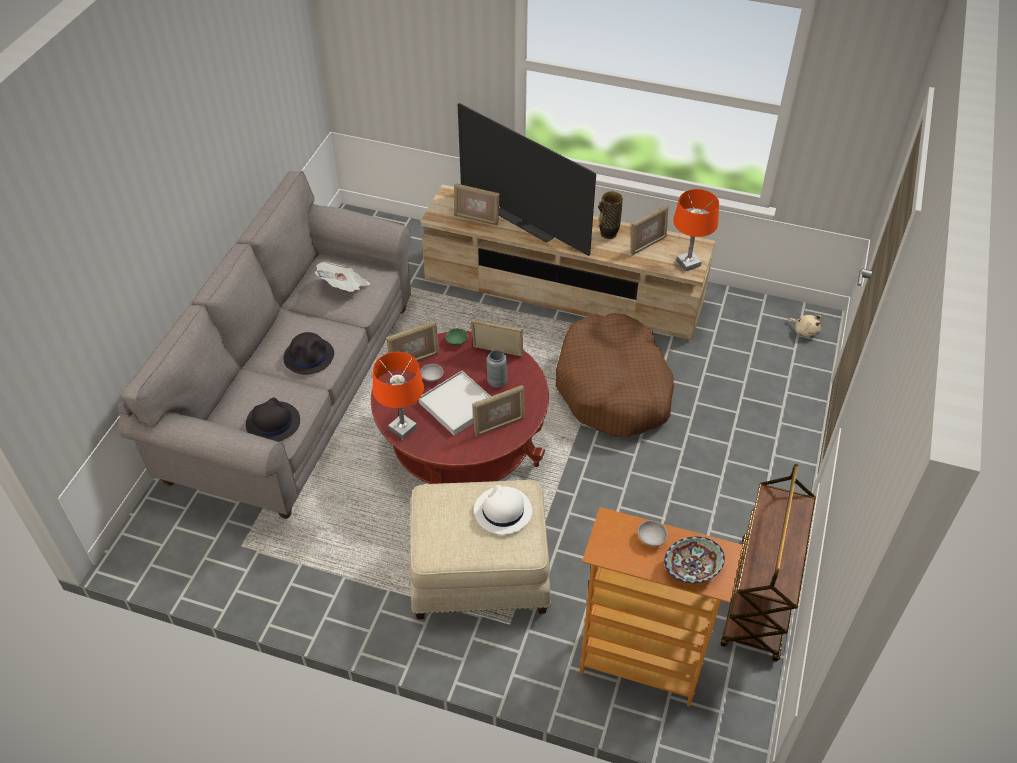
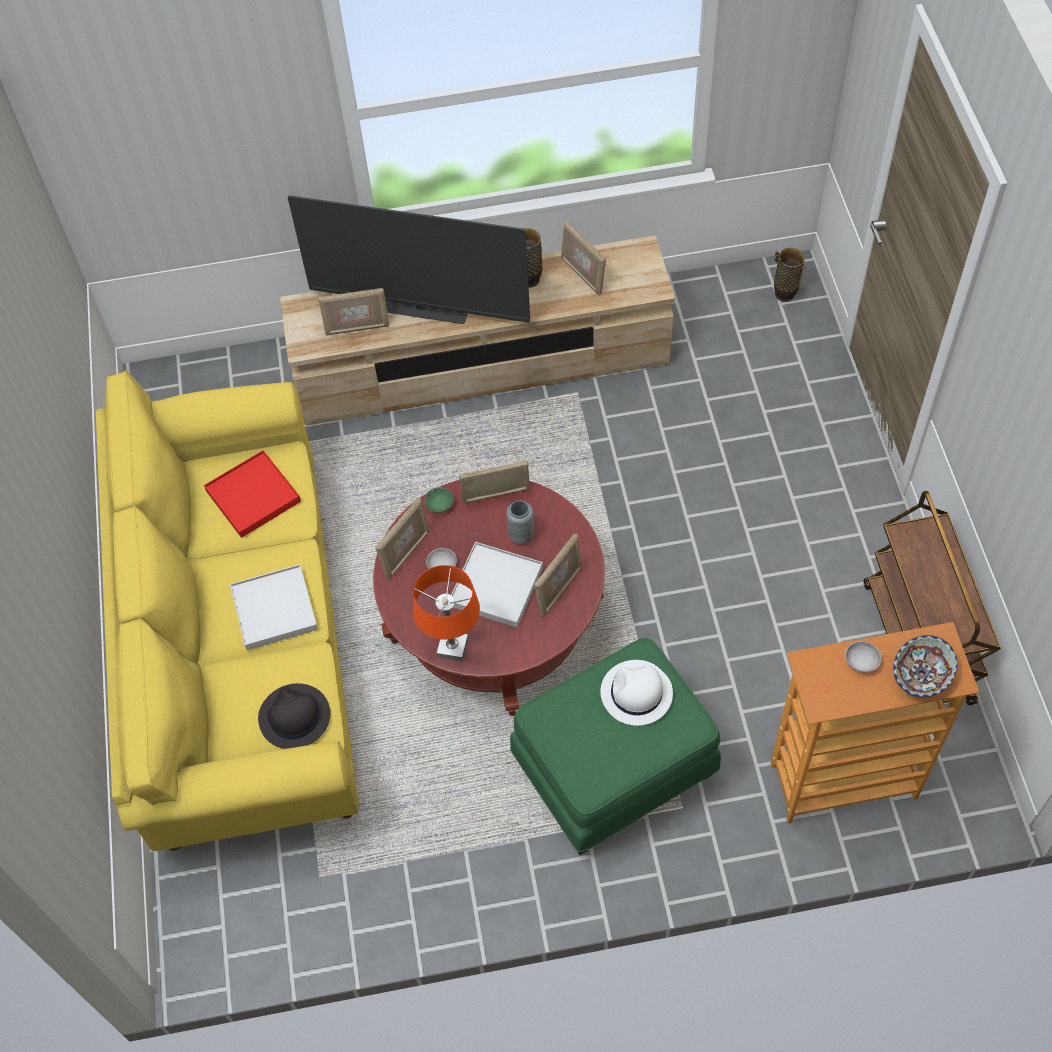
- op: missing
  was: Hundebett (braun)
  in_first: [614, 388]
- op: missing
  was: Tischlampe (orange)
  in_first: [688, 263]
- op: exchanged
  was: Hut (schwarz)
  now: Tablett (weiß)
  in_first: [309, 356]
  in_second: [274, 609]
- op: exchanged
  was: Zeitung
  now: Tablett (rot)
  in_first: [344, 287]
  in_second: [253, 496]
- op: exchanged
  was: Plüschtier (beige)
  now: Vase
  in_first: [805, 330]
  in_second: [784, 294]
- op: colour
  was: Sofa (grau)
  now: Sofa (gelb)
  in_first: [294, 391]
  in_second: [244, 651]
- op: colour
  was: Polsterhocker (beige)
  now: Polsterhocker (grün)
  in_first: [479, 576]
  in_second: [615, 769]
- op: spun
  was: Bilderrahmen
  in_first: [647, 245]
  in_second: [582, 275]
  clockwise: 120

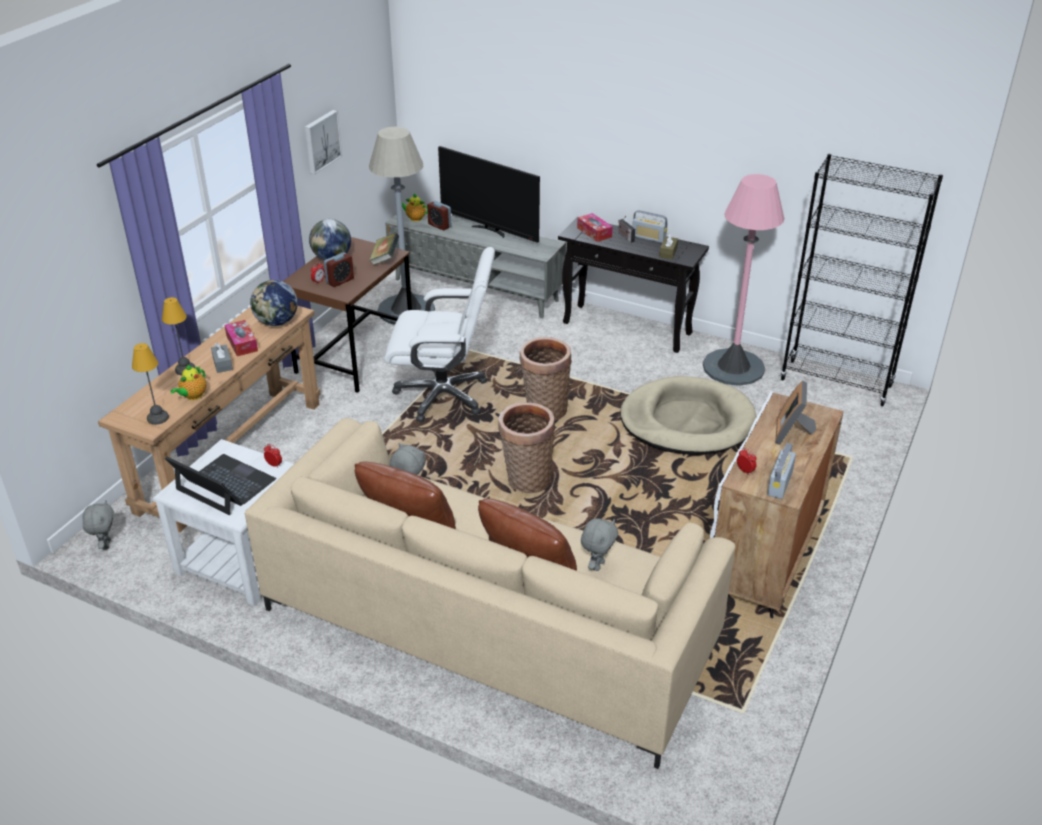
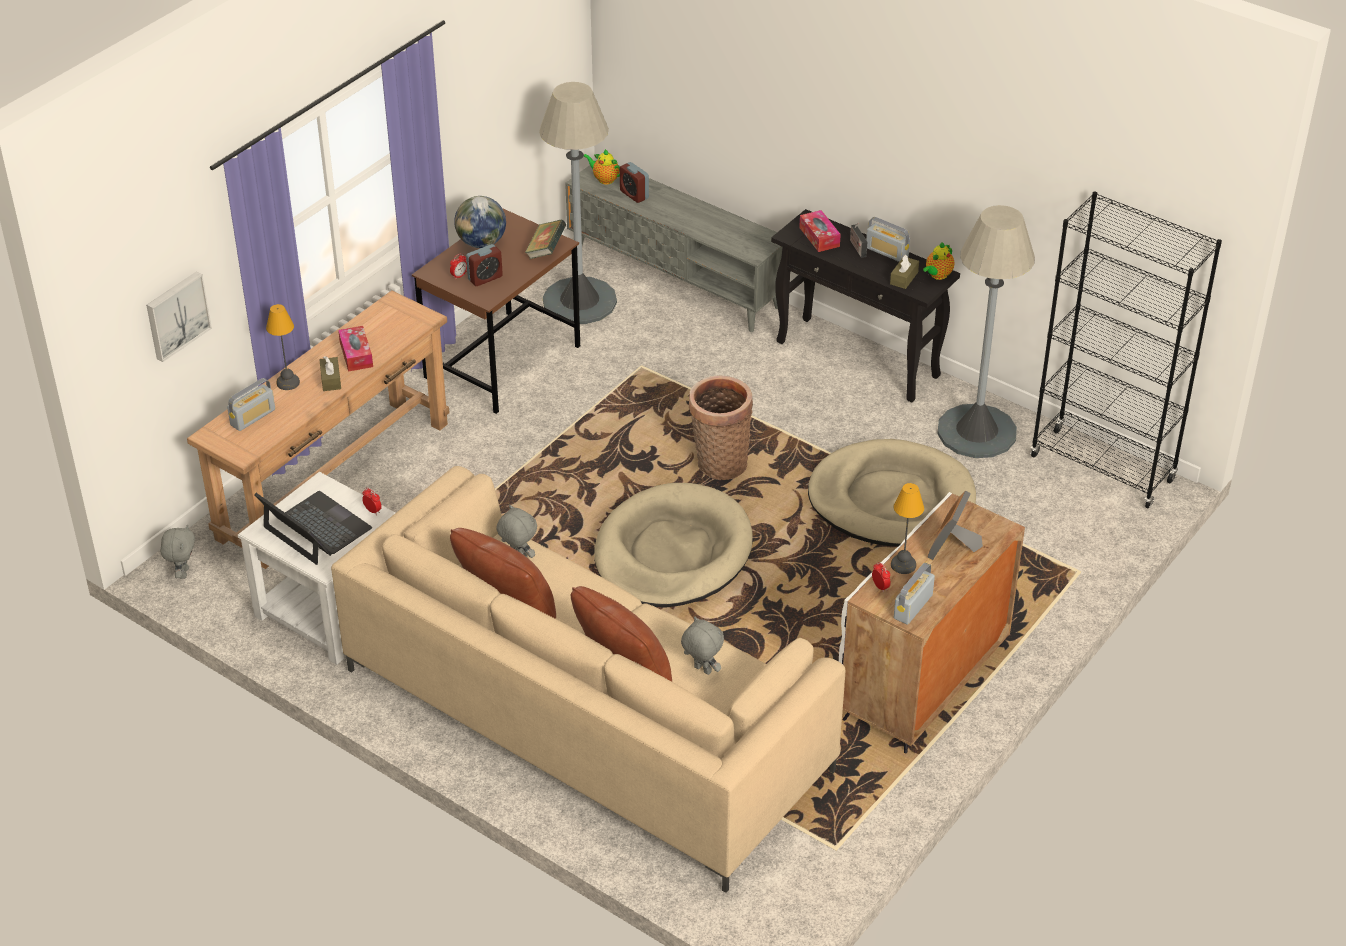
- op: missing
  was: Globus
  in_first: [277, 322]
- op: missing
  was: Bürostuhl (weiß)
  in_first: [443, 395]
- op: missing
  was: Fernseher
  in_first: [490, 230]
- op: appeared
  now: Radio
  in_second: [253, 417]
- op: relocated
  was: Tischlampe
  in_first: [158, 418]
  in_second: [903, 565]
- op: relocated
  was: Teekanne
  in_first: [193, 396]
  in_second: [937, 275]
- op: relocated
  was: Bild
  in_first: [321, 141]
  in_second: [176, 315]
- op: exchanged
  was: Korb
  now: Hundebett (beige)
  in_first: [526, 479]
  in_second: [672, 552]
- op: colour
  was: Taschentuchbox (grau)
  now: Taschentuchbox (braun)
  in_first: [222, 364]
  in_second: [331, 379]
- op: colour
  was: Stehlampe (rosa)
  now: Stehlampe (grau)
  in_first: [733, 367]
  in_second: [977, 432]
- op: spun
  was: Plüschtier (grau)
  in_first: [597, 565]
  in_second: [701, 670]
  clockwise: -90

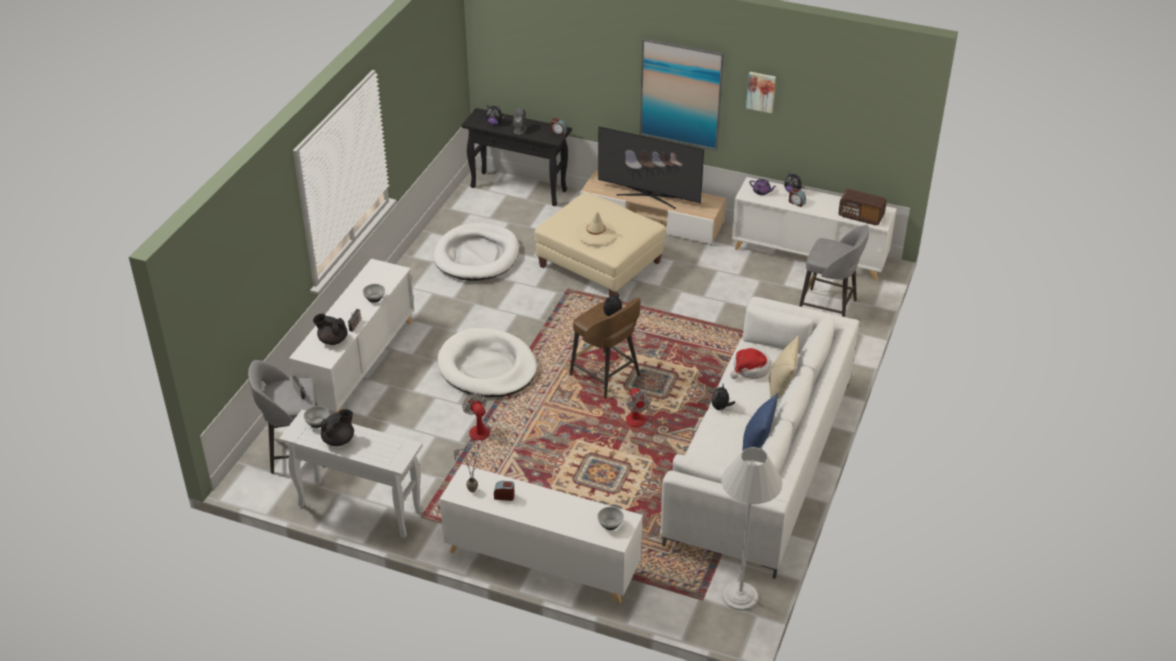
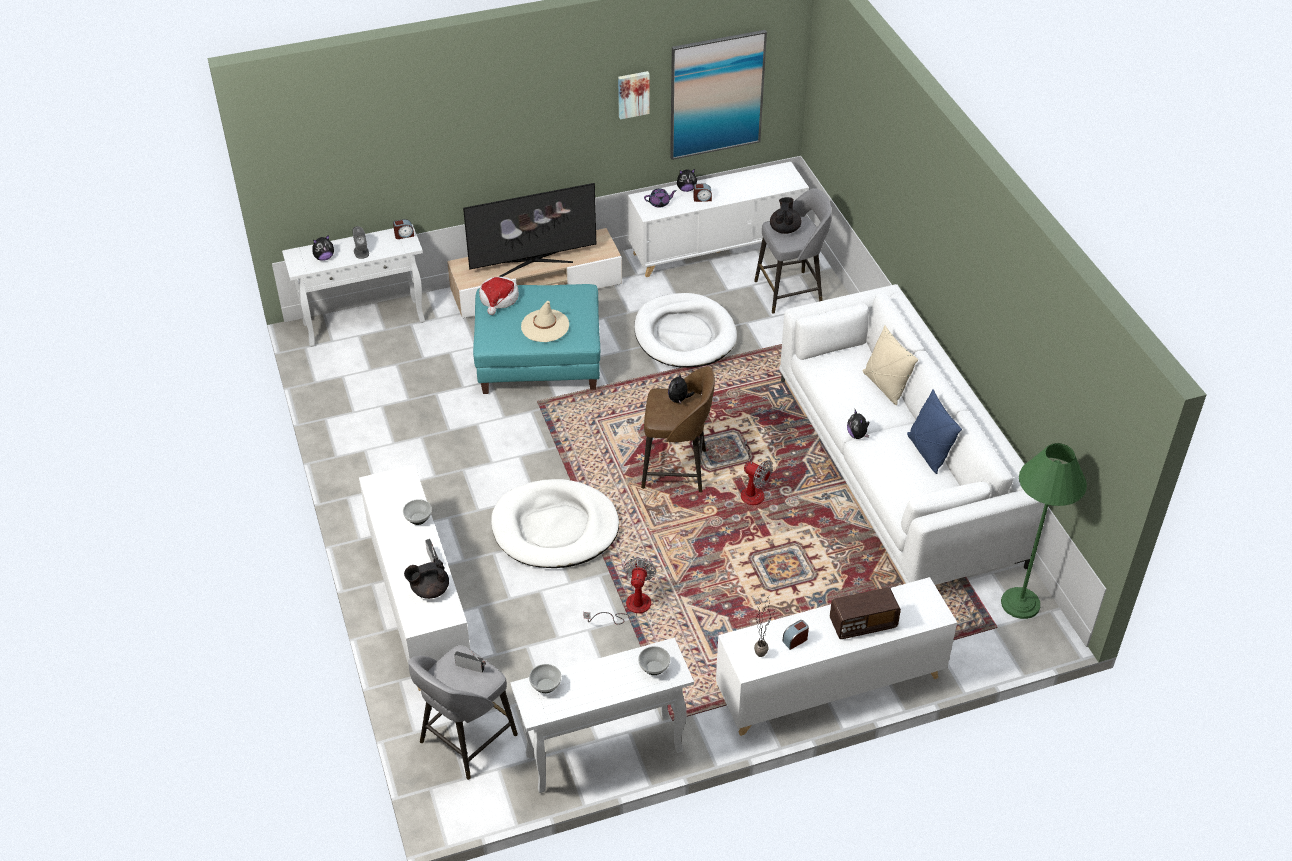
- op: relocated
  was: Teekanne (schwarz)
  in_first: [339, 440]
  in_second: [784, 229]
- op: relocated
  was: Hundebett (weiß)
  in_first: [477, 256]
  in_second: [684, 335]
- op: relocated
  was: Schüssel
  in_first: [610, 524]
  in_second: [653, 668]
- op: relocated
  was: Bild
  in_first: [681, 94]
  in_second: [716, 94]
- op: relocated
  was: Hut
  in_first: [750, 369]
  in_second: [499, 299]
- op: relocated
  was: Radio
  in_first: [861, 216]
  in_second: [862, 624]
- op: colour
  was: Konsolentisch (schwarz)
  now: Konsolentisch (weiß)
  in_first: [519, 189]
  in_second: [365, 322]
- op: colour
  was: Polsterhocker (beige)
  now: Polsterhocker (türkis)
  in_first: [600, 264]
  in_second: [539, 359]
- op: colour
  was: Stehlampe (weiß)
  now: Stehlampe (grün)
  in_first: [740, 596]
  in_second: [1020, 603]
- op: spun
  was: Ventilator
  in_first: [475, 439]
  in_second: [629, 608]
  clockwise: 75

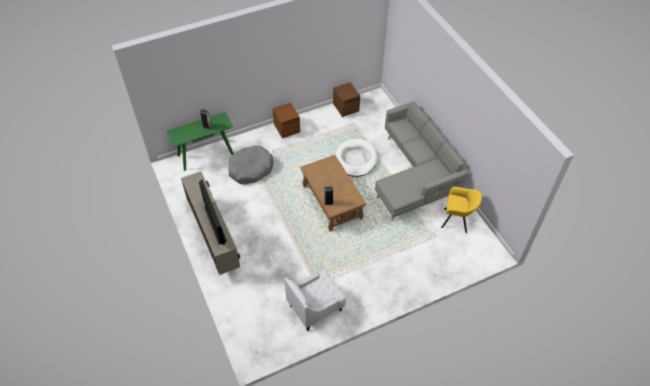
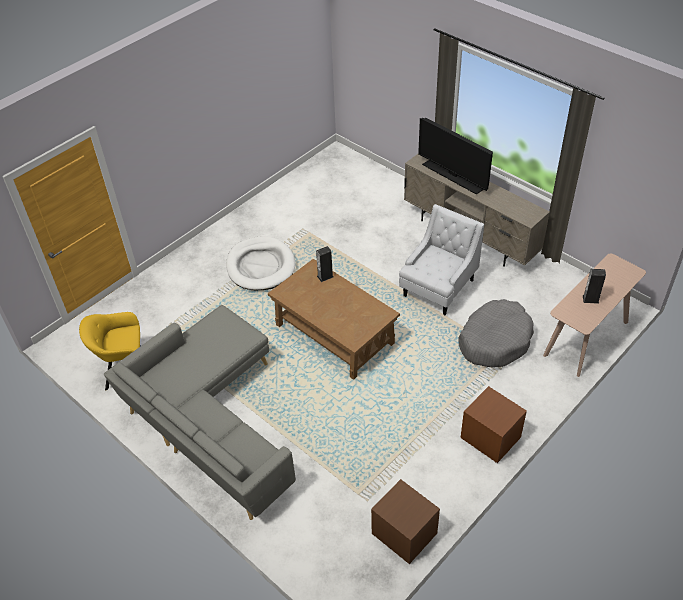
- op: relocated
  was: Sessel (weiß)
  in_first: [316, 307]
  in_second: [438, 289]
- op: relocated
  was: Hundebett (weiß)
  in_first: [356, 159]
  in_second: [260, 266]
- op: colour
  was: Konsolentisch (grün)
  now: Konsolentisch (beige)
  in_first: [205, 154]
  in_second: [586, 339]

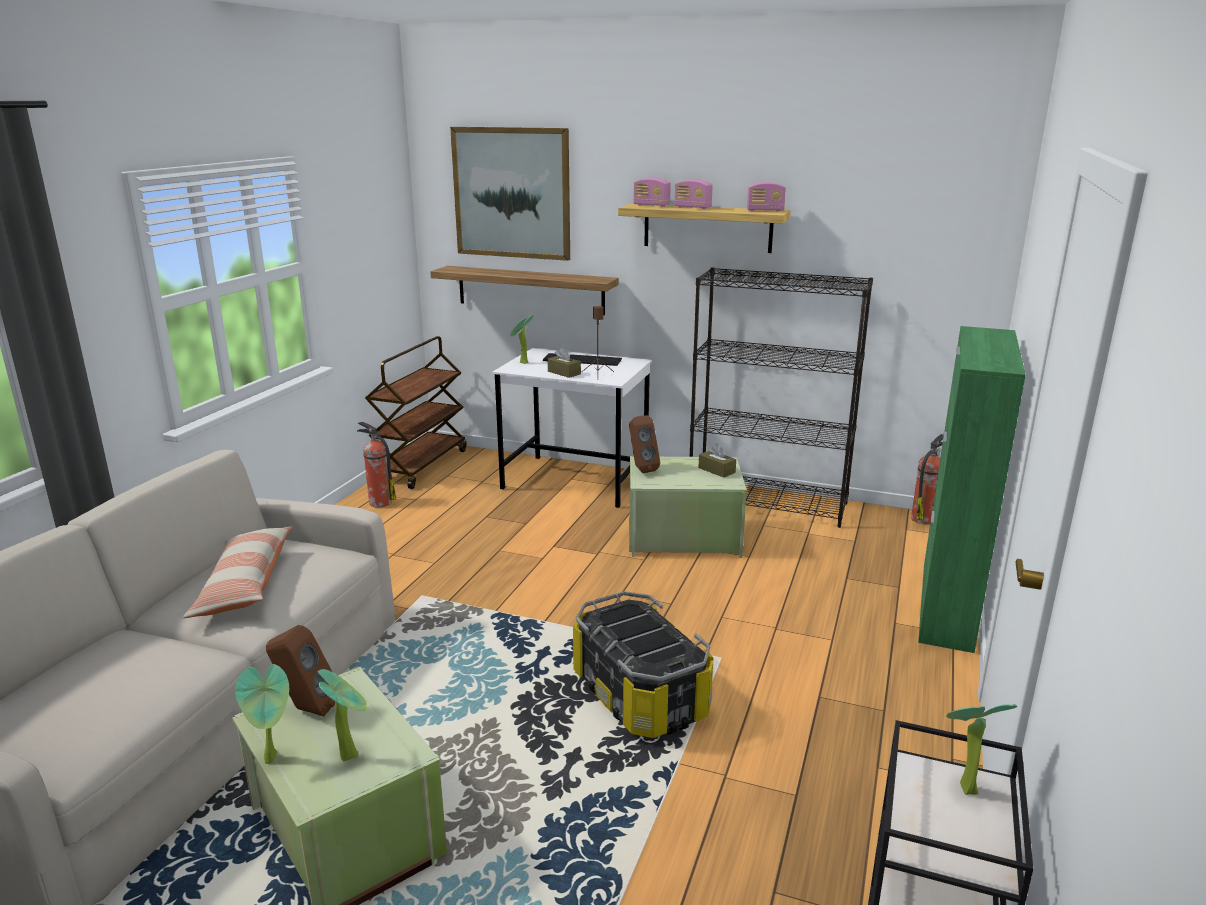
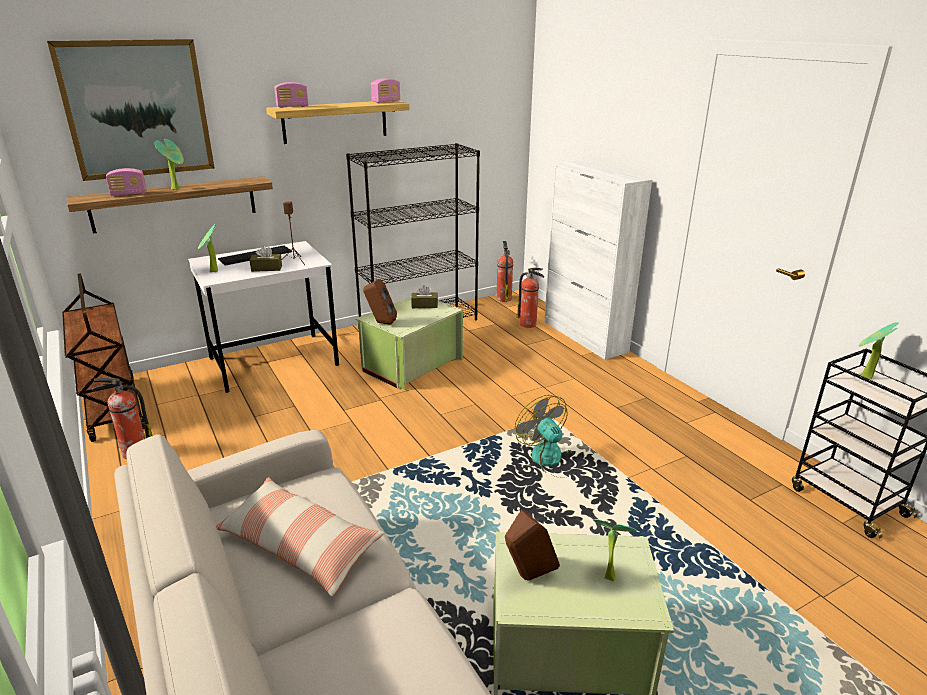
- op: appeared
  now: Feuerlöscher
  in_second: [528, 324]
- op: relocated
  was: Topfpflanze
  in_first: [273, 759]
  in_second: [177, 189]
- op: relocated
  was: Radio
  in_first: [692, 207]
  in_second: [129, 194]
- op: exchanged
  was: Aufbewahrungsbox
  now: Ventilator
  in_first: [639, 695]
  in_second: [552, 460]
- op: colour
  was: Schrank (grün)
  now: Schrank (weiß)
  in_first: [946, 606]
  in_second: [585, 336]

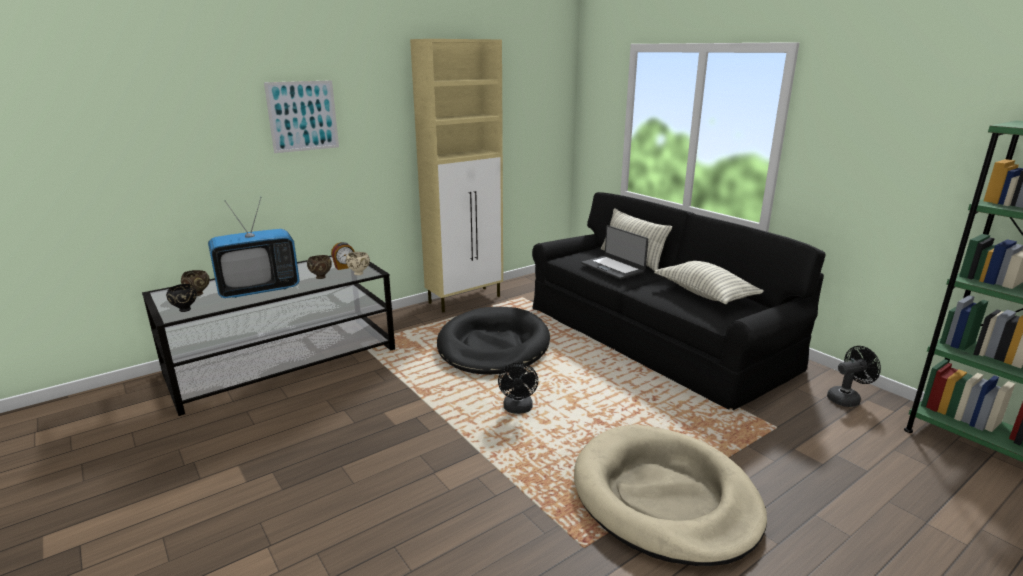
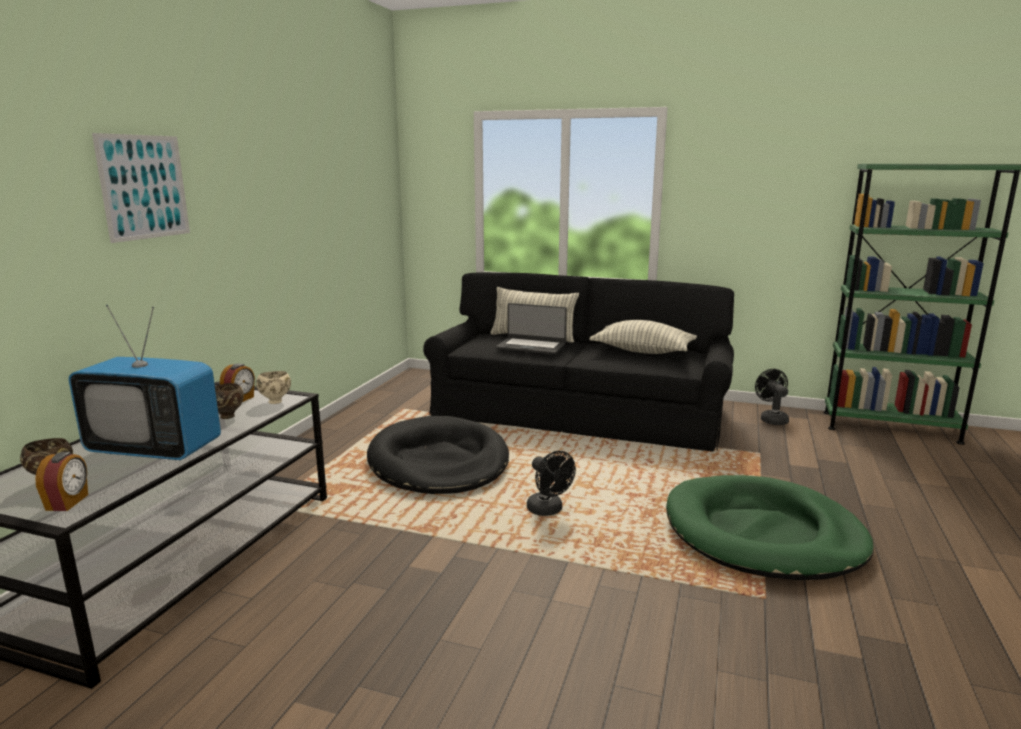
- op: missing
  was: Schrank (beige)
  in_first: [465, 299]
- op: exchanged
  was: Schüssel (schwarz)
  now: Wecker
  in_first: [185, 309]
  in_second: [68, 502]
- op: colour
  was: Hundebett (beige)
  now: Hundebett (grün)
  in_first: [664, 498]
  in_second: [763, 534]
- op: spun
  was: Fernseher
  in_first: [259, 289]
  in_second: [155, 449]
  clockwise: 75
- op: spun
  was: Ventilator (schwarz)
  in_first: [847, 398]
  in_second: [771, 419]
  clockwise: -45

